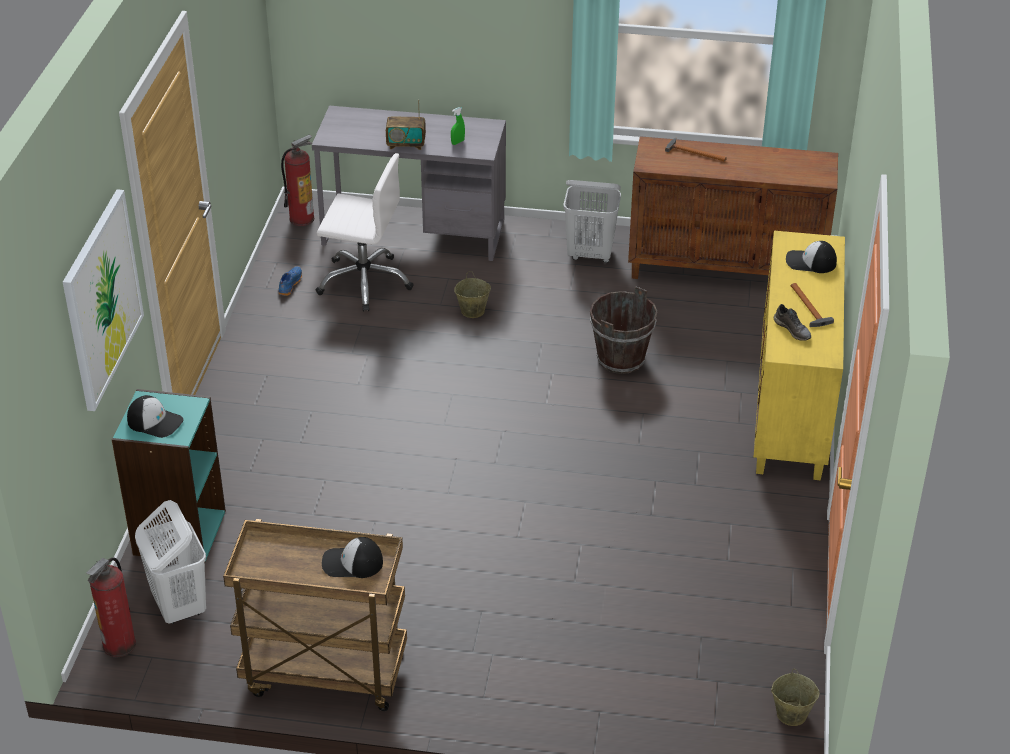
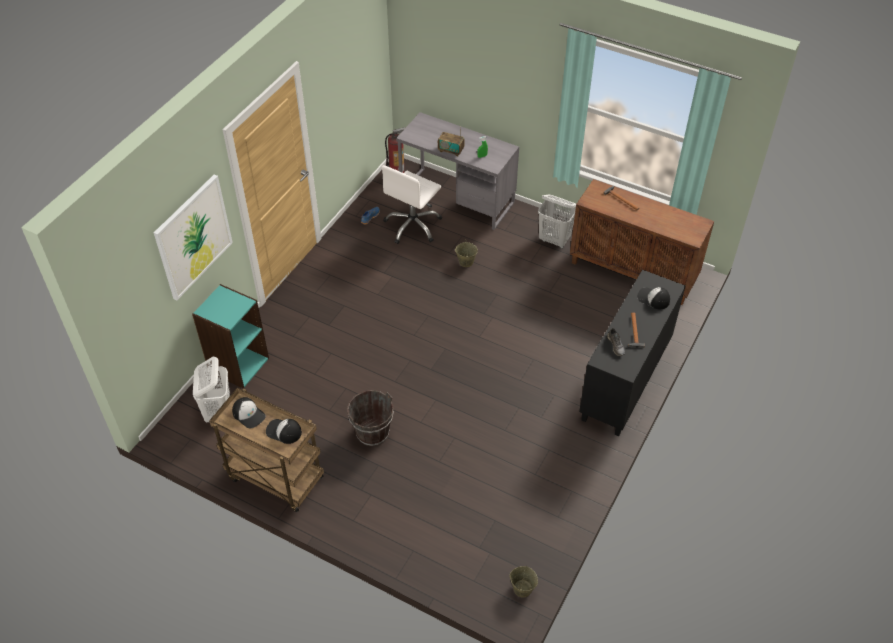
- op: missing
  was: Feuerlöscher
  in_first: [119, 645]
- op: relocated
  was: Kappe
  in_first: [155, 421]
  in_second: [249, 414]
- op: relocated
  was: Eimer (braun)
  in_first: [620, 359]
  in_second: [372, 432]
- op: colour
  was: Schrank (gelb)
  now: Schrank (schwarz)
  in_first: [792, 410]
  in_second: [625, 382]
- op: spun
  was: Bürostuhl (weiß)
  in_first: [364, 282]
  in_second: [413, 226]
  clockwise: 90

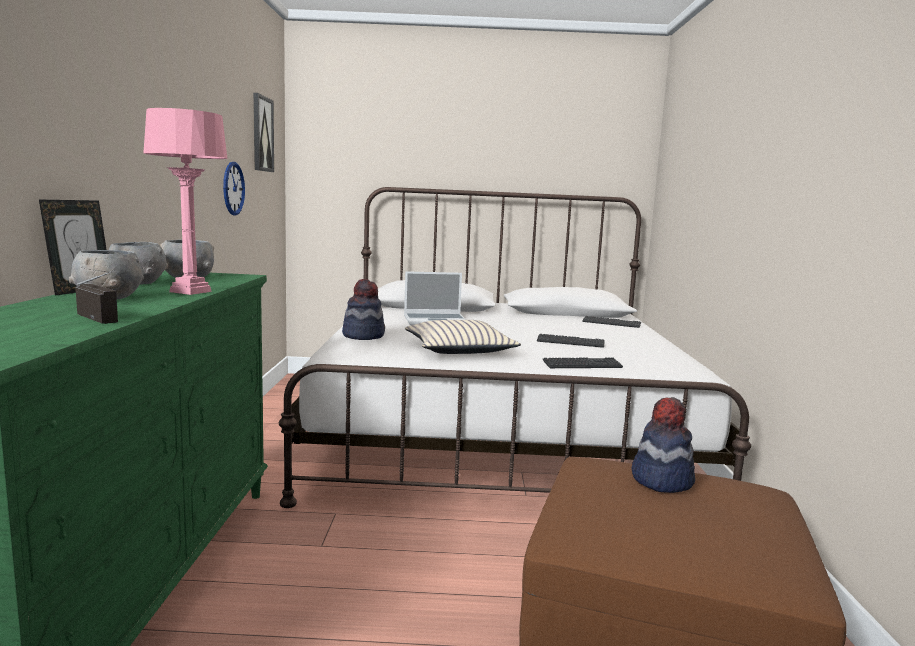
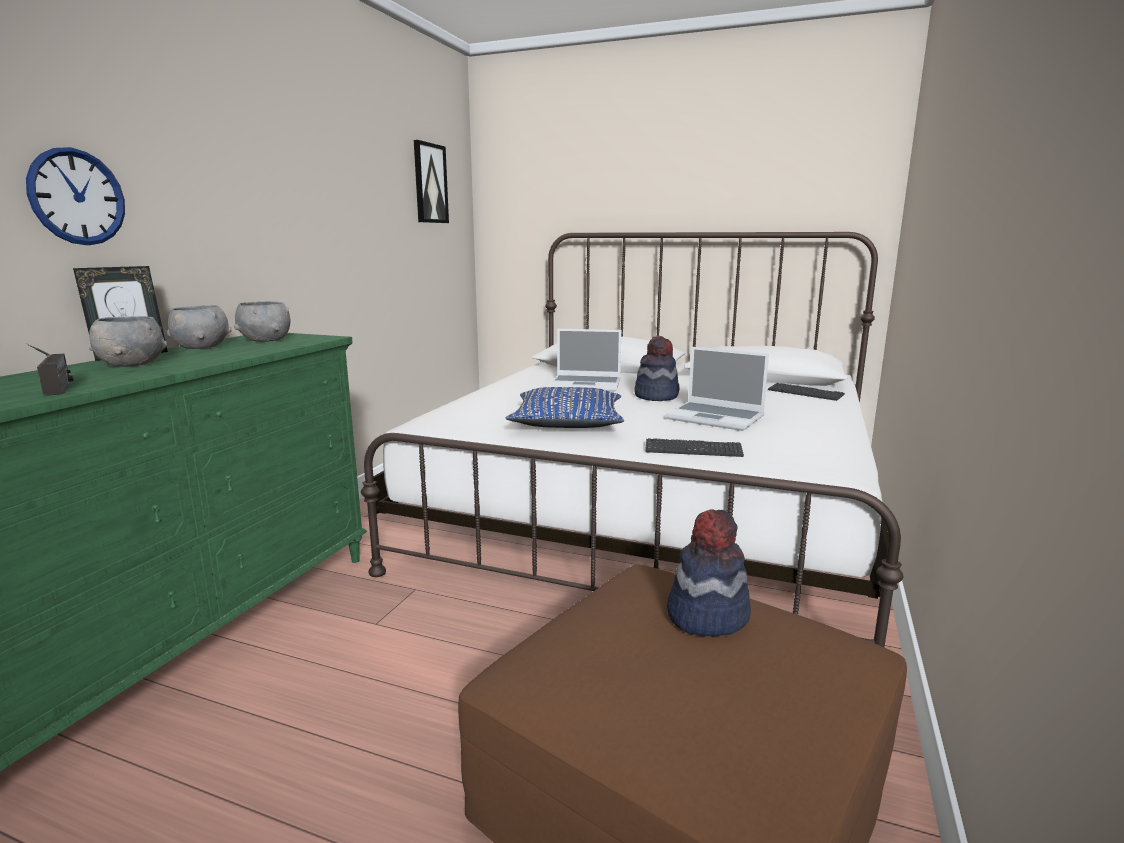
- op: missing
  was: Tischlampe (rosa)
  in_first: [191, 291]
- op: relocated
  was: Wanduhr
  in_first: [233, 188]
  in_second: [77, 197]
- op: relocated
  was: Hut
  in_first: [363, 335]
  in_second: [656, 396]
- op: exchanged
  was: Tastatur
  now: Laptop
  in_first: [570, 342]
  in_second: [716, 418]
- op: colour
  was: Kissen (beige)
  now: Kissen (blau)
  in_first: [459, 349]
  in_second: [567, 422]

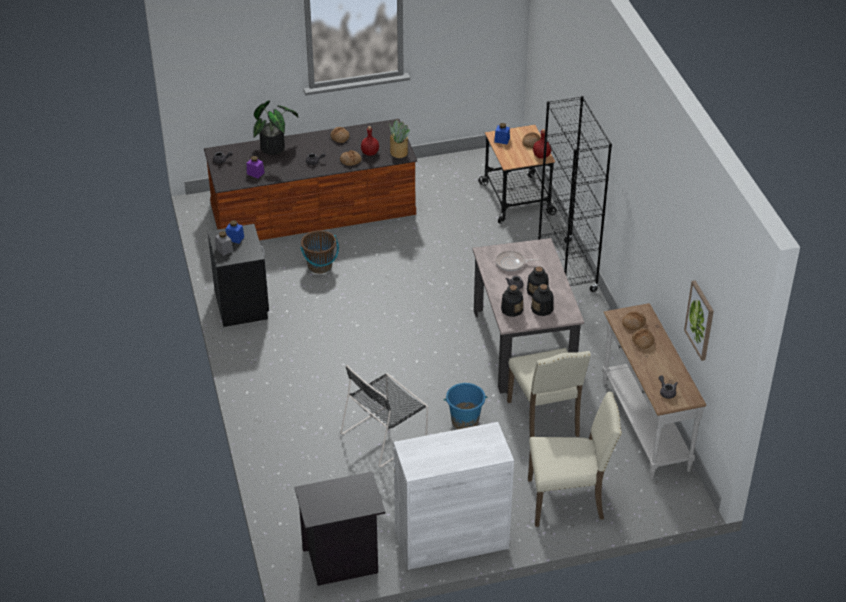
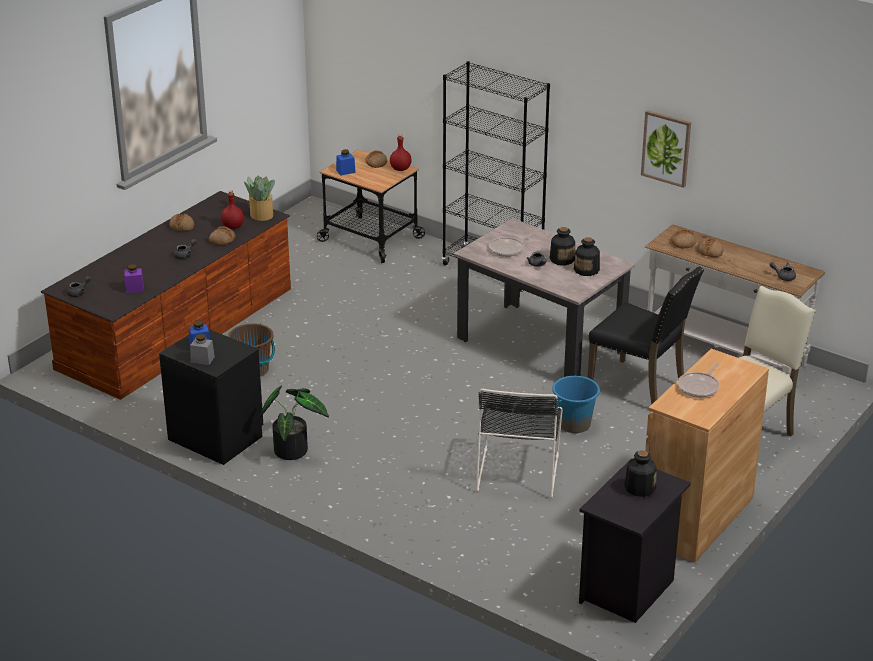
- op: appeared
  now: Pfanne
  in_second: [699, 387]
- op: relocated
  was: Topfpflanze
  in_first: [276, 148]
  in_second: [294, 449]
- op: relocated
  was: Flasche
  in_first: [511, 309]
  in_second: [639, 488]
- op: relocated
  was: Bild
  in_first: [700, 320]
  in_second: [666, 148]
- op: colour
  was: Schrank (weiß)
  now: Schrank (braun)
  in_first: [451, 539]
  in_second: [696, 518]
- op: colour
  was: Stuhl (beige)
  now: Stuhl (schwarz)
  in_first: [545, 419]
  in_second: [639, 388]

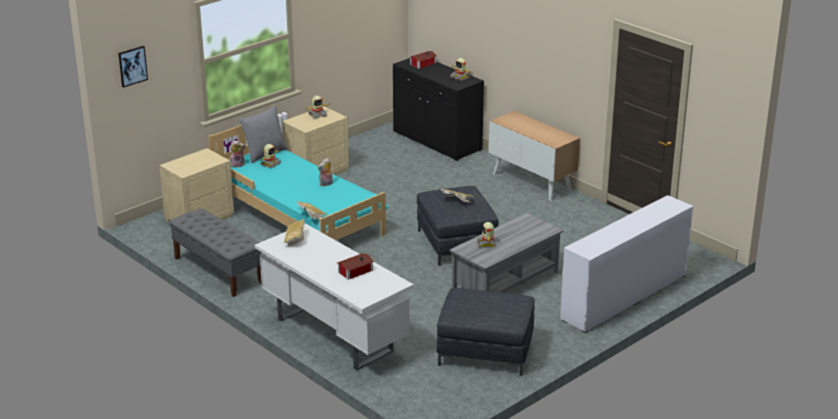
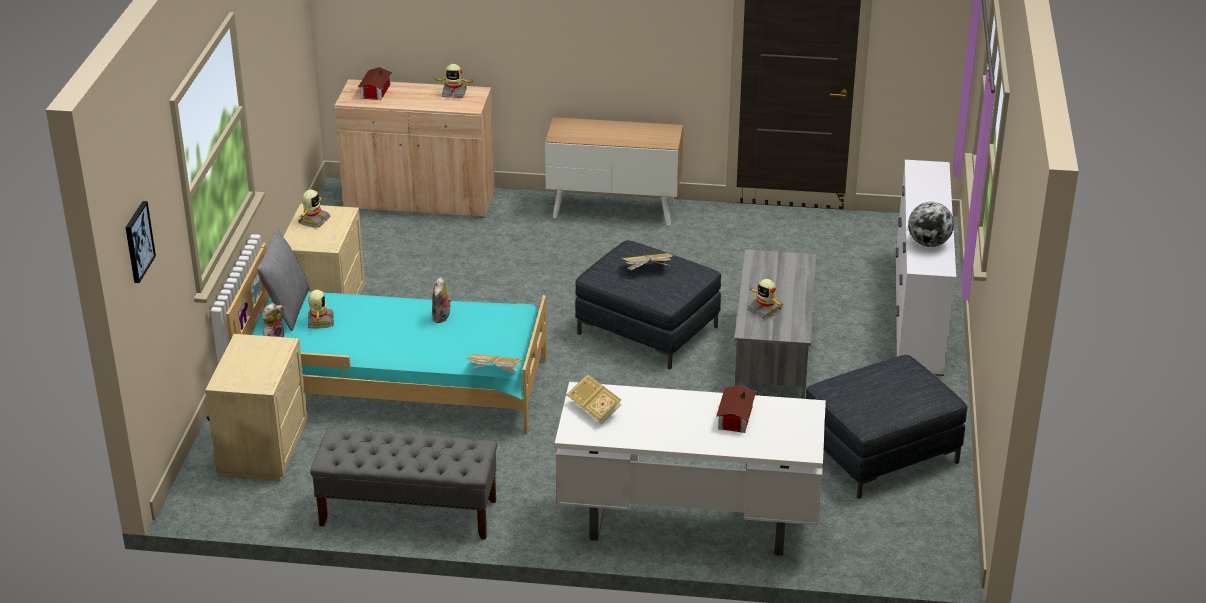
- op: appeared
  now: Globus
  in_second: [928, 243]
- op: colour
  was: Schrank (schwarz)
  now: Schrank (beige)
  in_first: [437, 141]
  in_second: [419, 200]

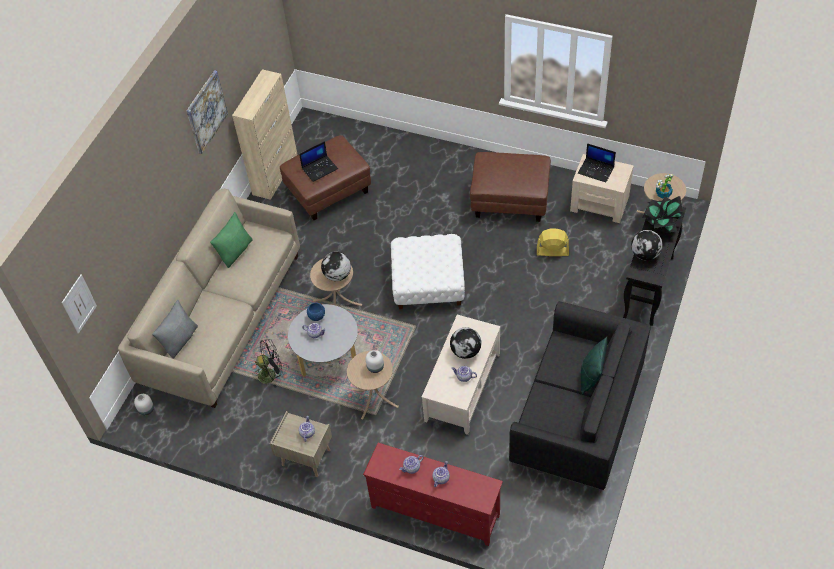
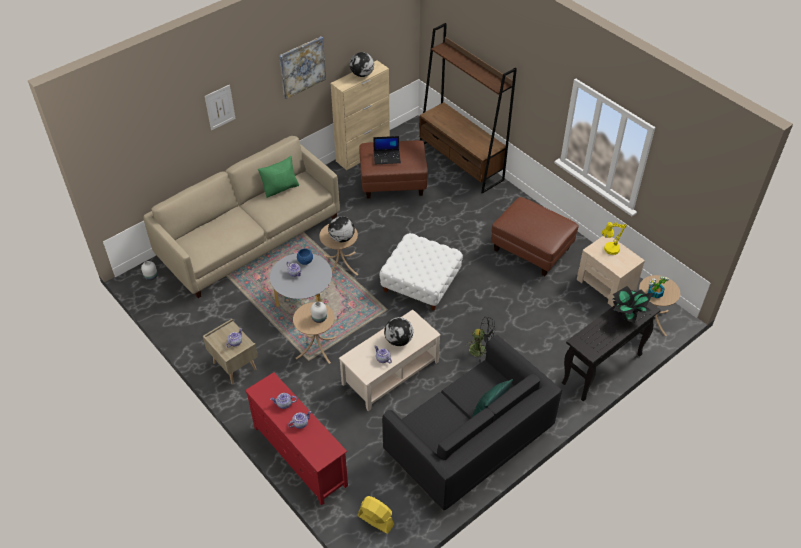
- op: missing
  was: Kissen (grau)
  in_first: [180, 340]
- op: appeared
  now: Bücherregal (braun)
  in_second: [461, 163]
- op: relocated
  was: Bild
  in_first: [79, 303]
  in_second: [220, 107]
- op: relocated
  was: Ventilator (schwarz)
  in_first: [271, 374]
  in_second: [481, 350]
- op: relocated
  was: Ventilator (gelb)
  in_first: [552, 251]
  in_second: [375, 520]
- op: relocated
  was: Globus
  in_first: [645, 254]
  in_second: [362, 74]
- op: exchanged
  was: Laptop
  now: Tischlampe (gelb)
  in_first: [596, 170]
  in_second: [609, 250]

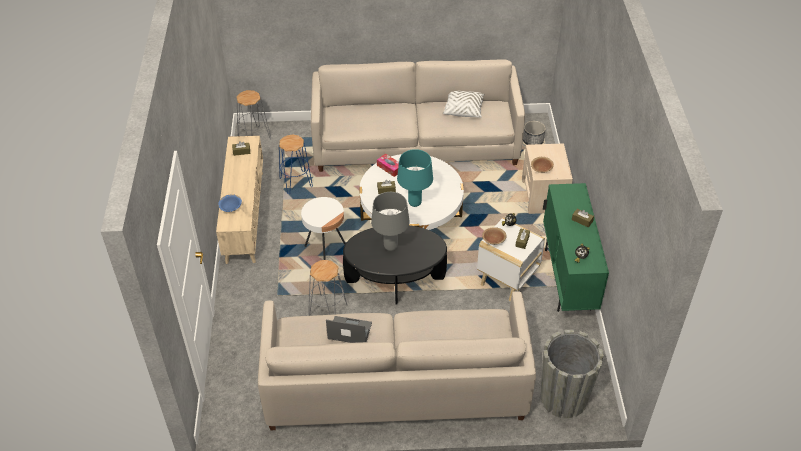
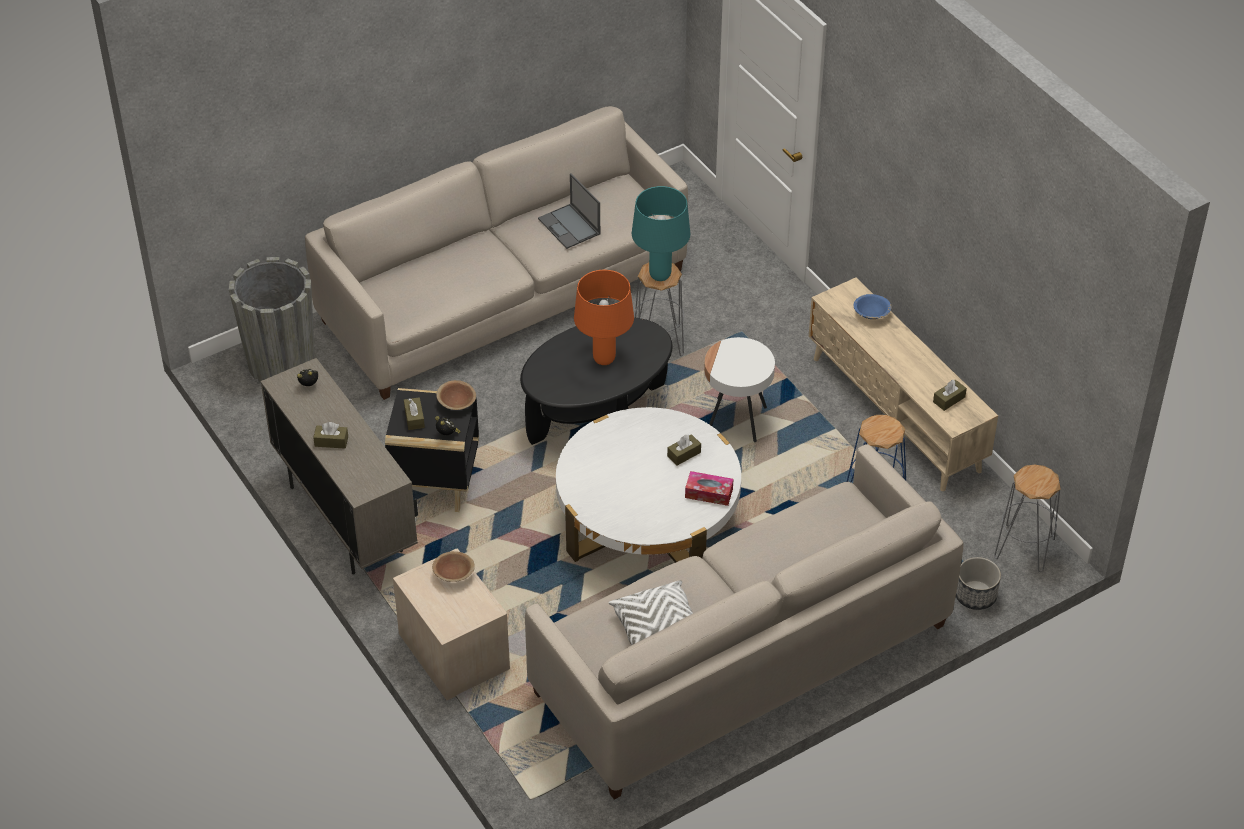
- op: relocated
  was: Tischlampe (türkis)
  in_first: [414, 203]
  in_second: [660, 276]
- op: relocated
  was: Pflanzkübel
  in_first: [533, 140]
  in_second: [975, 596]
- op: colour
  was: Tischlampe (grau)
  now: Tischlampe (orange)
  in_first: [390, 247]
  in_second: [604, 359]
- op: colour
  was: Beistelltisch (weiß)
  now: Beistelltisch (schwarz)
  in_first: [507, 280]
  in_second: [436, 481]
- op: colour
  was: Schrank (grün)
  now: Schrank (beige)
  in_first: [567, 279]
  in_second: [345, 519]
- op: spun
  was: Laptop
  in_first: [349, 331]
  in_second: [570, 227]
  clockwise: 75

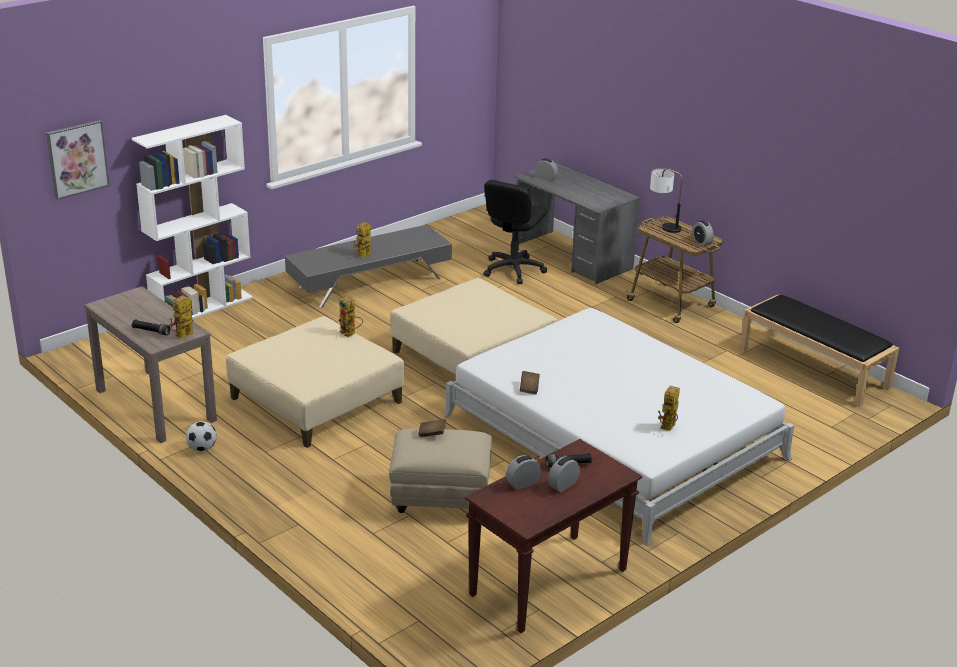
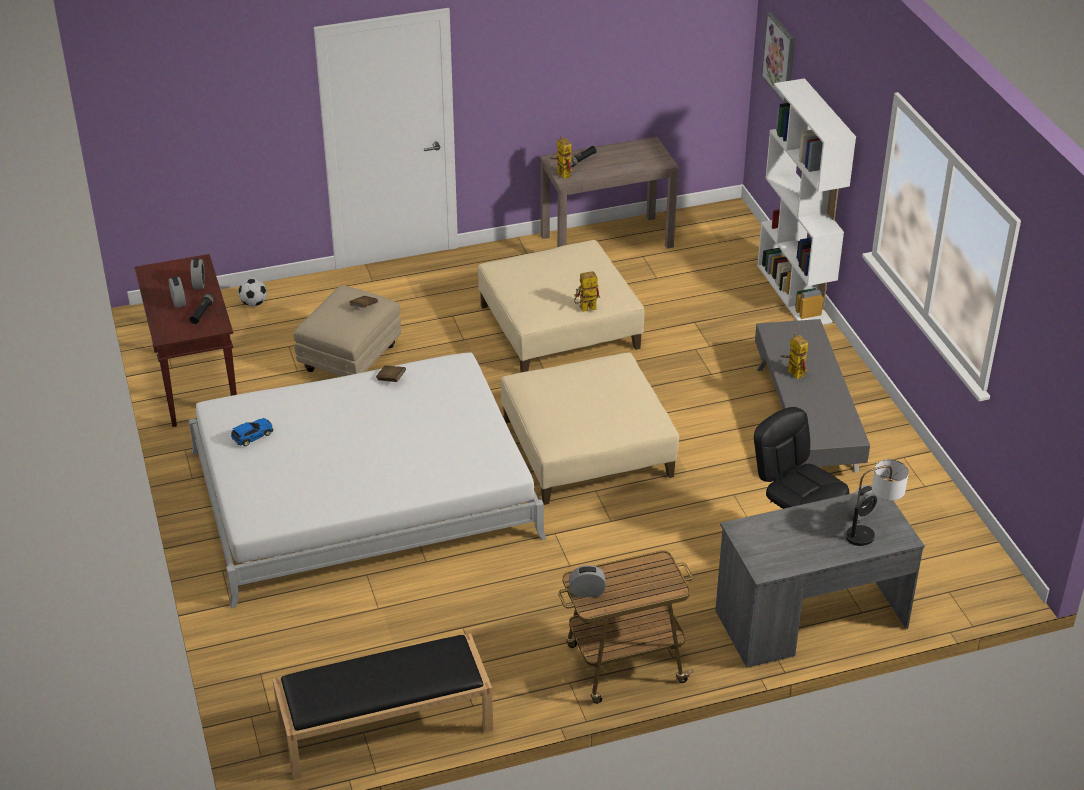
- op: relocated
  was: Fußball
  in_first: [202, 448]
  in_second: [254, 303]
- op: relocated
  was: Tischlampe
  in_first: [663, 225]
  in_second: [872, 533]
- op: exchanged
  was: Spielzeugroboter
  now: Spielzeugauto
  in_first: [668, 428]
  in_second: [251, 436]

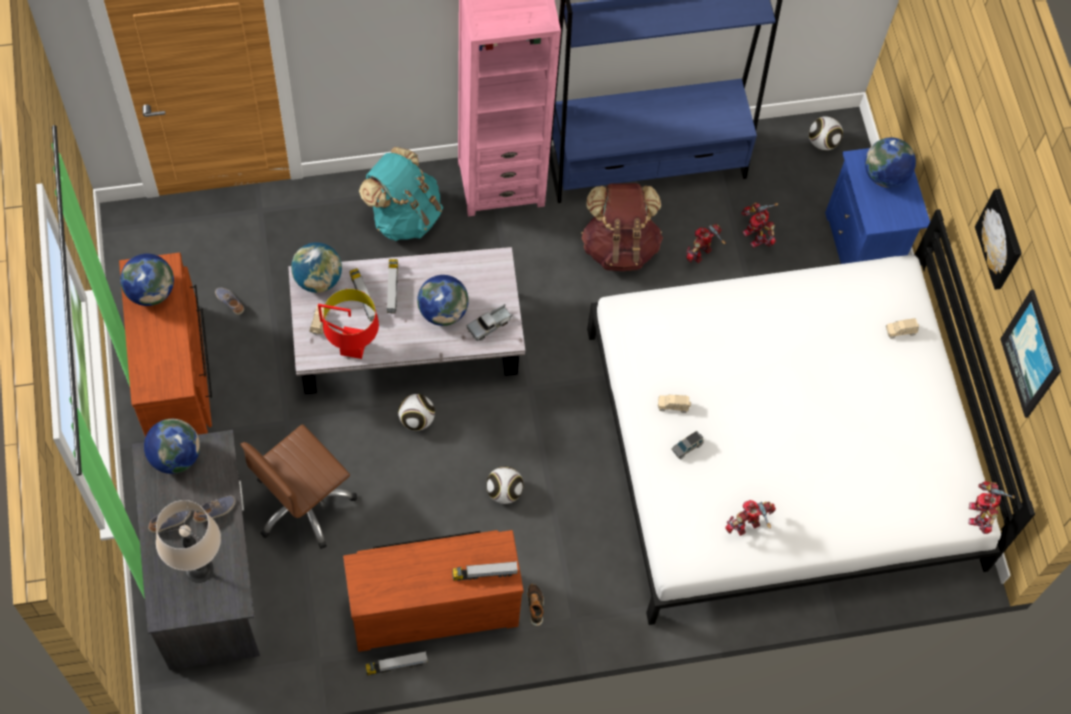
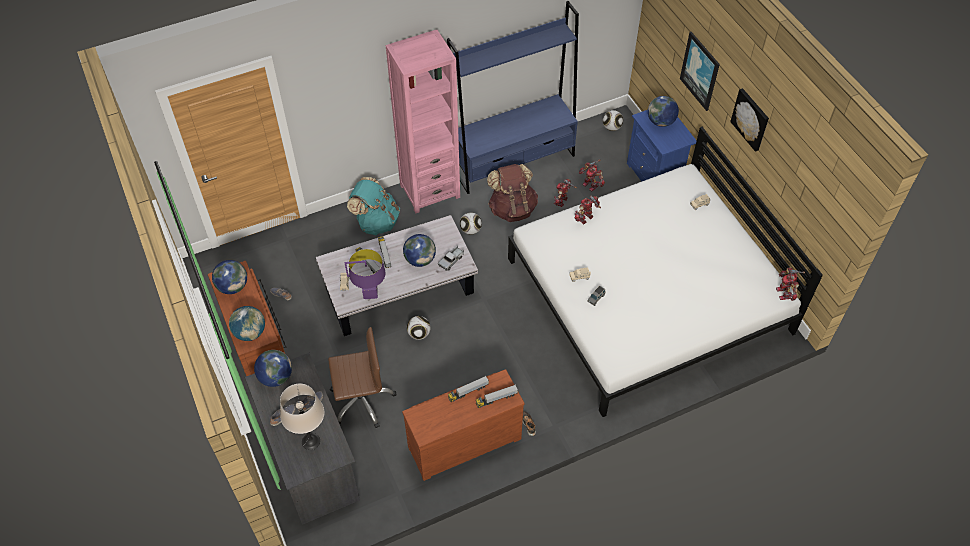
- op: relocated
  was: Globus
  in_first: [318, 279]
  in_second: [250, 333]
- op: relocated
  was: Spielzeuglaster
  in_first: [396, 665]
  in_second: [468, 391]
- op: relocated
  was: Fußball
  in_first: [504, 491]
  in_second: [471, 230]
- op: relocated
  was: Spielzeugroboter
  in_first: [747, 525]
  in_second: [586, 218]
- op: relocated
  was: Bild
  in_first: [1032, 354]
  in_second: [700, 71]
- op: colour
  was: Tischlampe (rot)
  now: Tischlampe (lila)
  in_first: [353, 348]
  in_second: [370, 293]
- op: spun
  was: Bürostuhl (braun)
  in_first: [303, 503]
  in_second: [362, 400]
  clockwise: -135

